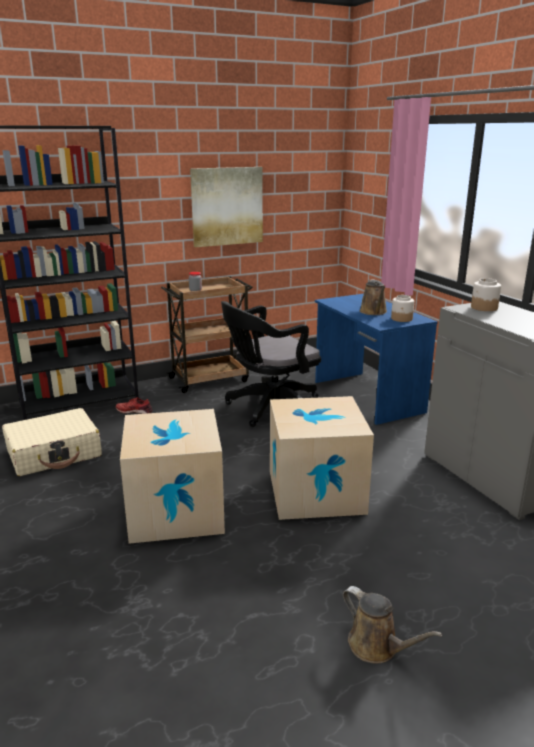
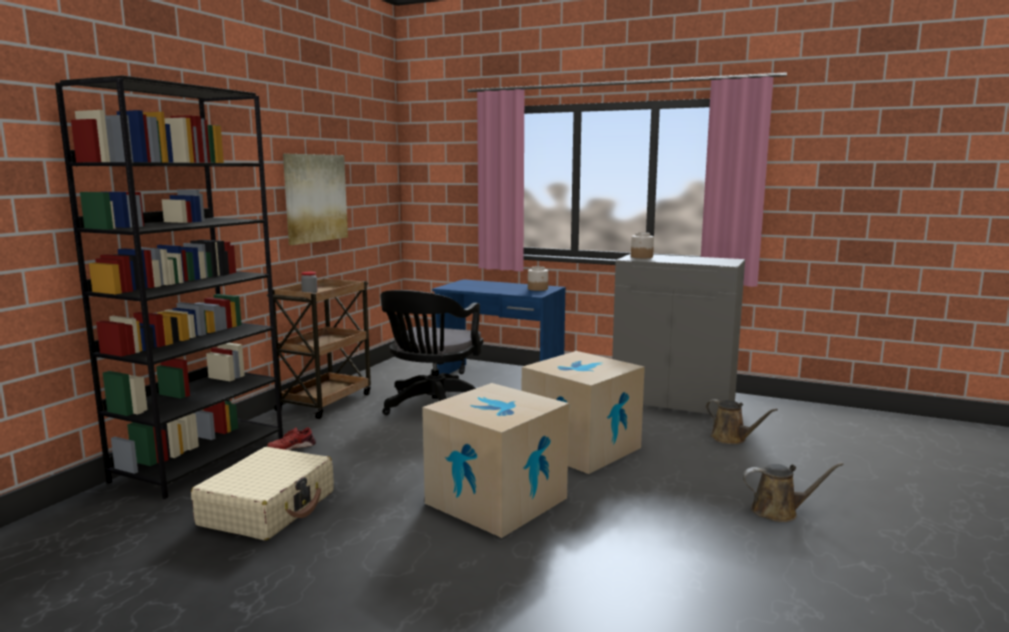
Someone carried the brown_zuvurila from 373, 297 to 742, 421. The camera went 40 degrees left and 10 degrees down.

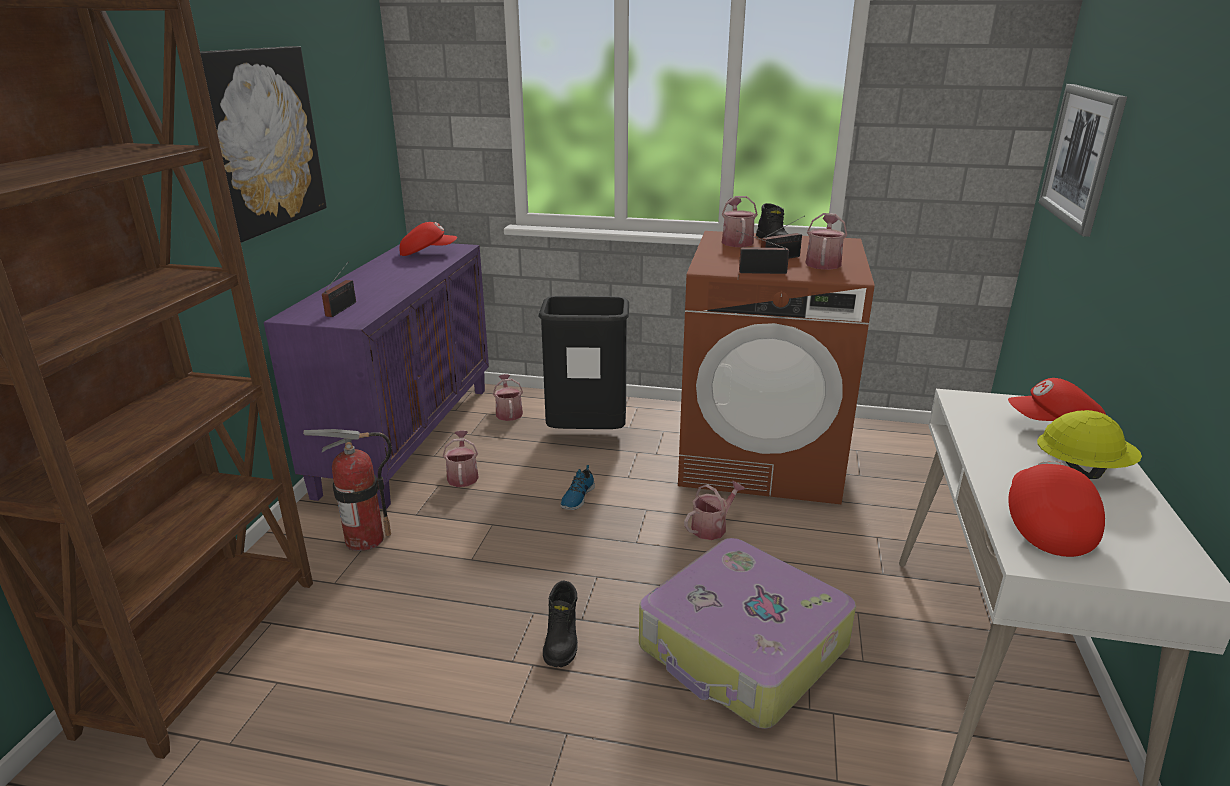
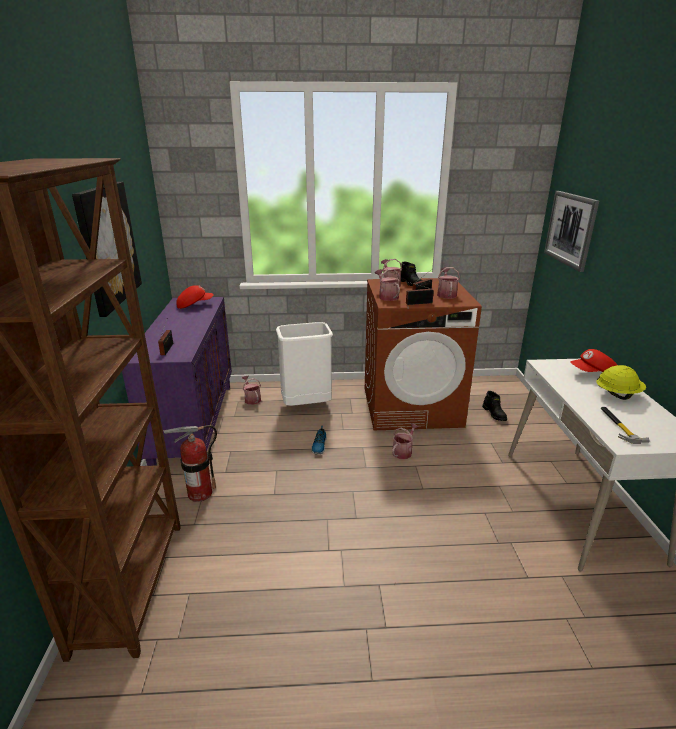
Someone took away the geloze at 747, 633. Someone carried the zuvurila from 461, 458 to 387, 285. Someone carried the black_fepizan from 560, 624 to 494, 406. Someone swapped the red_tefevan at 1056, 509 for the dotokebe at 625, 425. Someone repainted the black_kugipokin at 583, 362, which became the white_kugipokin at 304, 364. The camera went 15 degrees left and 0 degrees up.

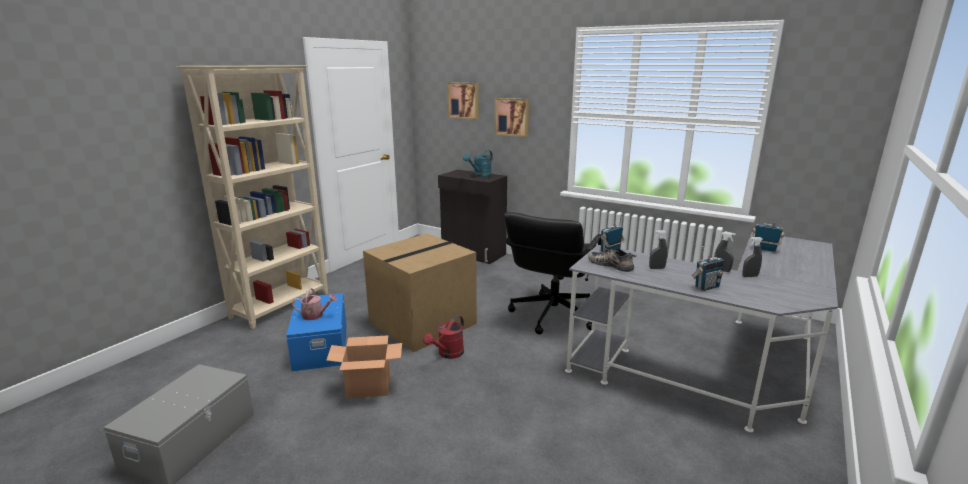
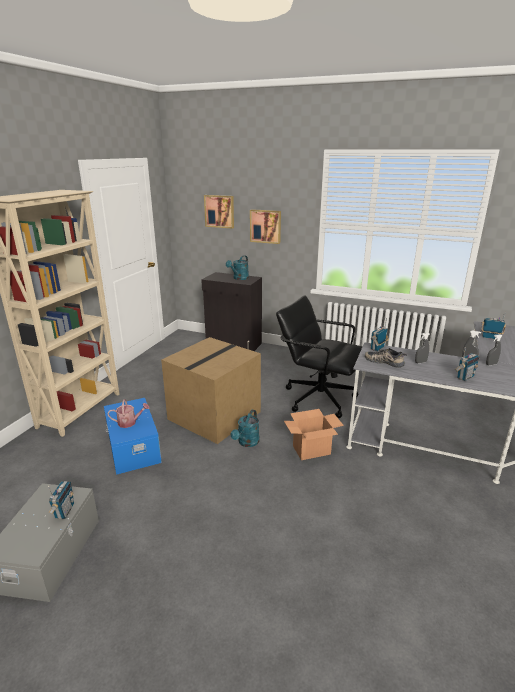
Someone put down the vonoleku at 61, 500. Someone carried the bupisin from 364, 366 to 314, 434. Someone repainted the red_zuvurila at 443, 337, which became the turquoise_zuvurila at 245, 428. Someone rotated the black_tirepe at 552, 273 by 105 degrees clockwise. The camera went 10 degrees left and 5 degrees up.

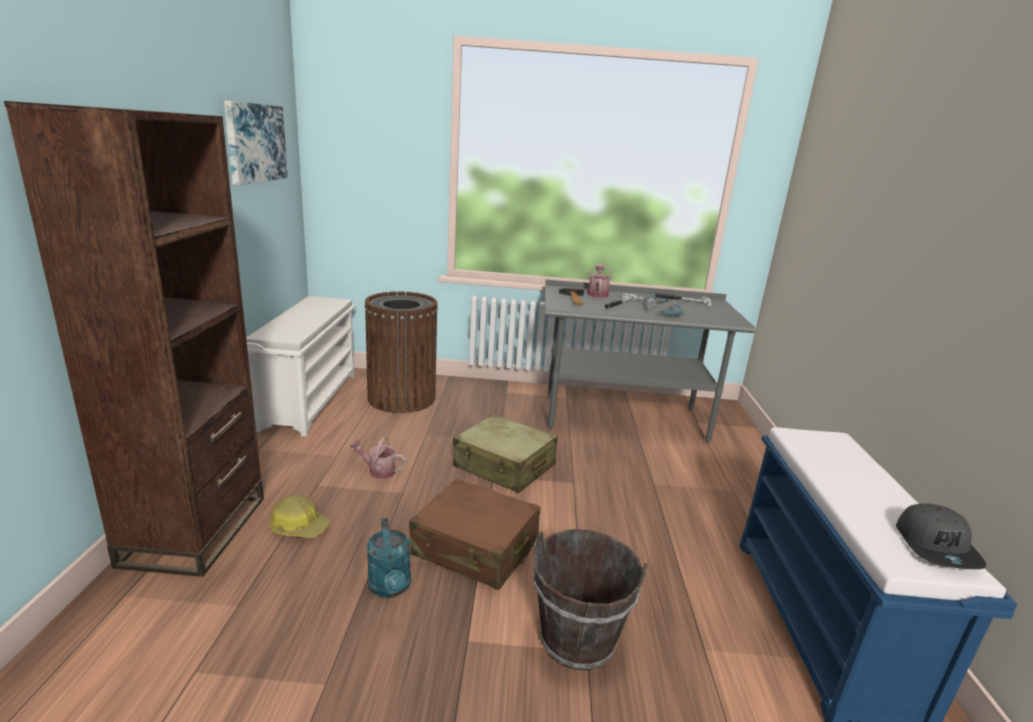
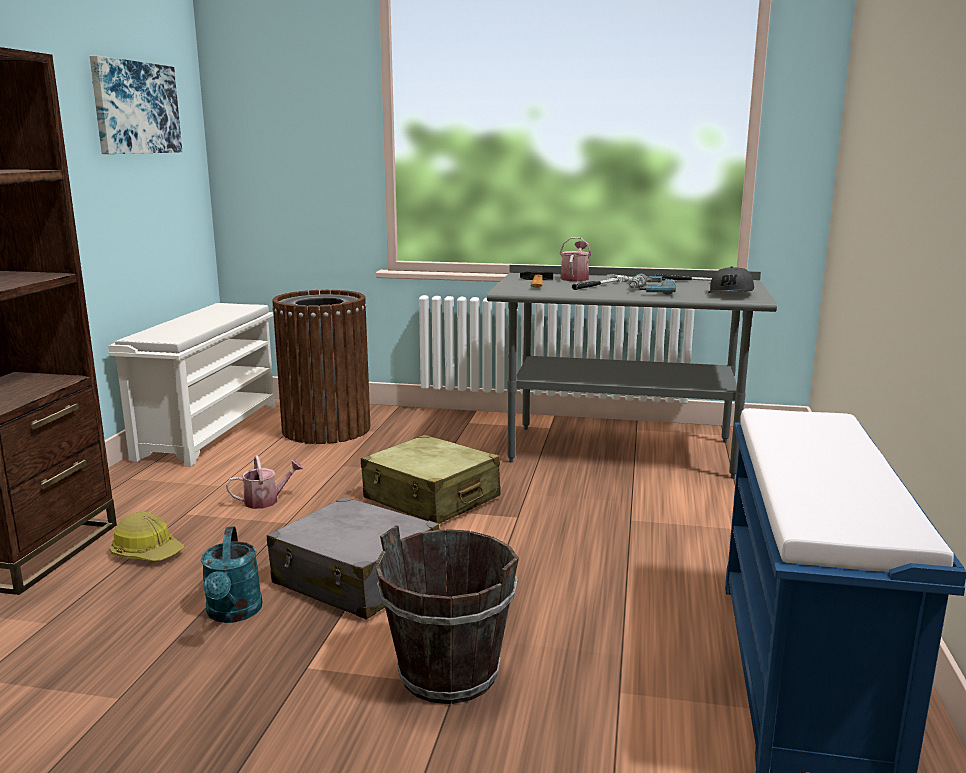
Someone carried the grey_tefevan from 941, 536 to 731, 279. Someone repainted the brown_geloze at 474, 534, which became the grey_geloze at 353, 558. Someone rotated the zuvurila at 378, 458 by 135 degrees clockwise. The camera went 10 degrees right and 5 degrees down.

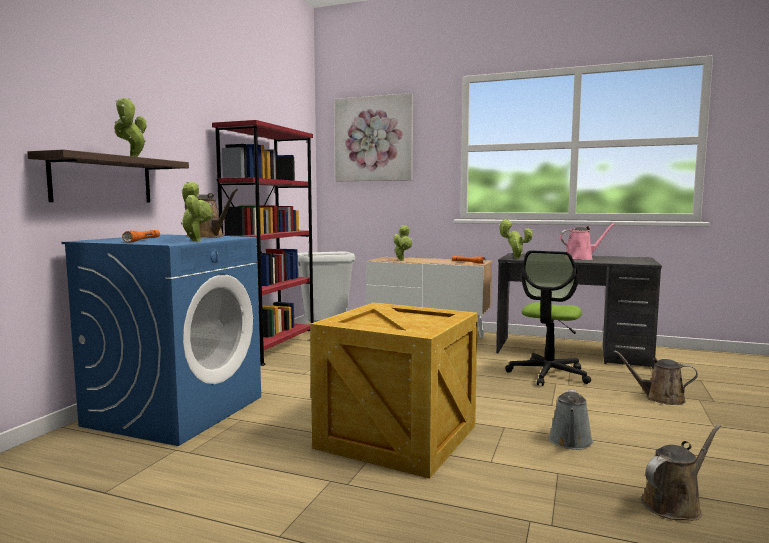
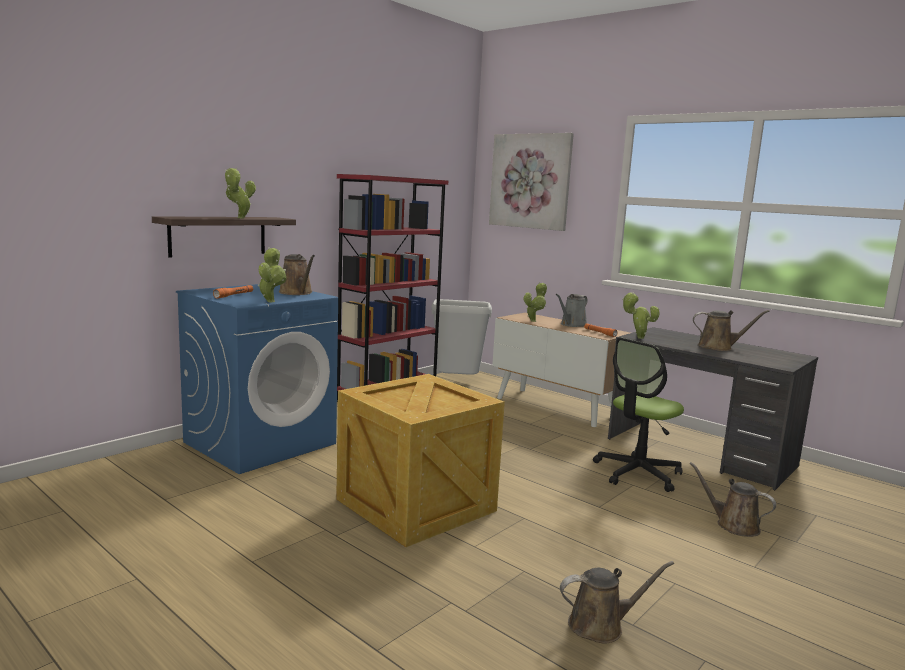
Someone carried the grey_zuvurila from 571, 420 to 572, 310. Someone repainted the pink_zuvurila at 588, 241, which became the brown_zuvurila at 731, 330. The camera went 20 degrees right and 5 degrees up.

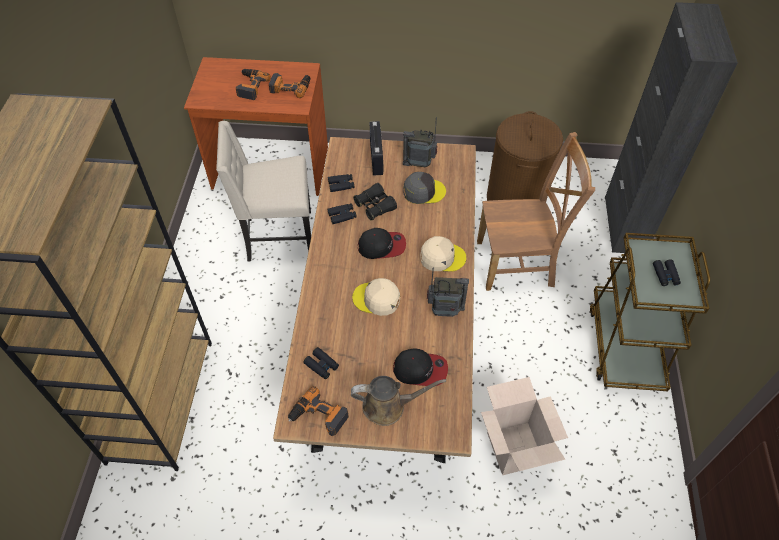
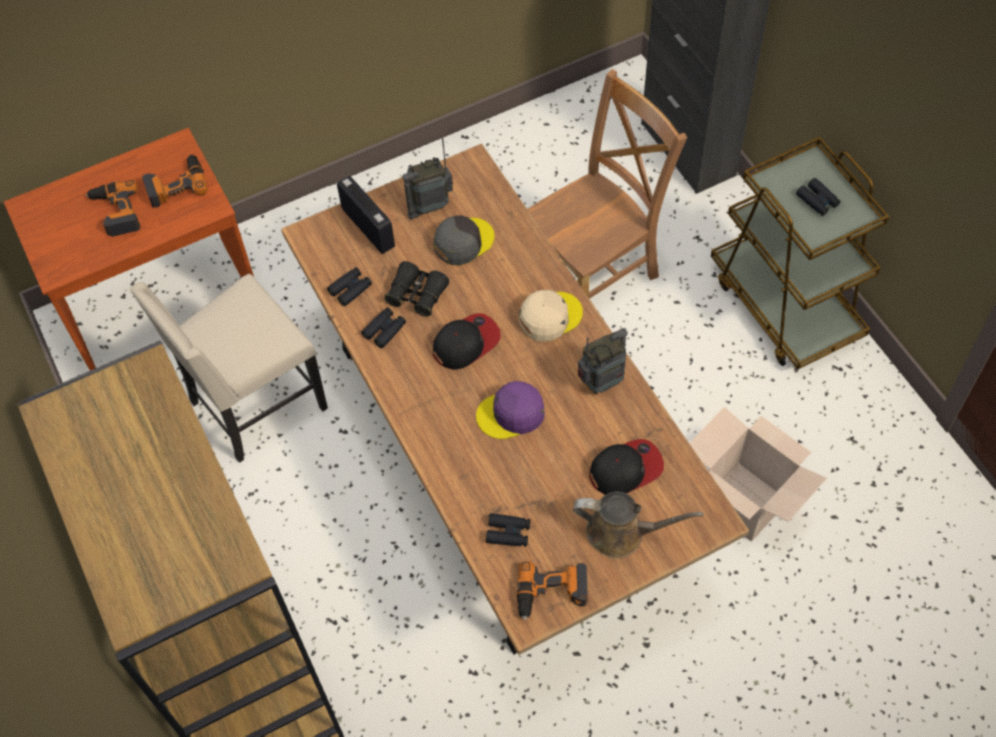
Someone took away the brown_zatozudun at 525, 156. Someone repainted the beige_tefevan at 376, 297, which became the purple_tefevan at 510, 410. Someone rotated the brown_zuvurila at 398, 401 by 45 degrees clockwise. The camera went 30 degrees left and 5 degrees up.

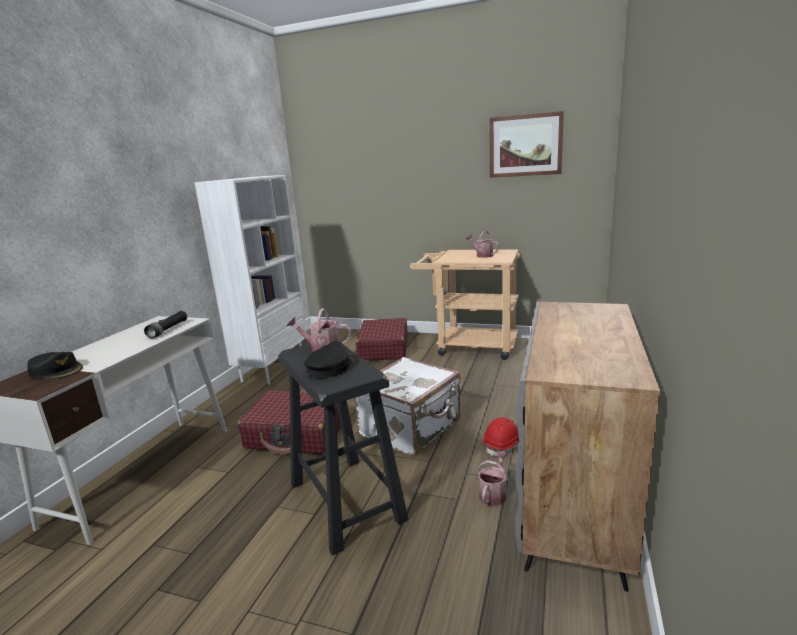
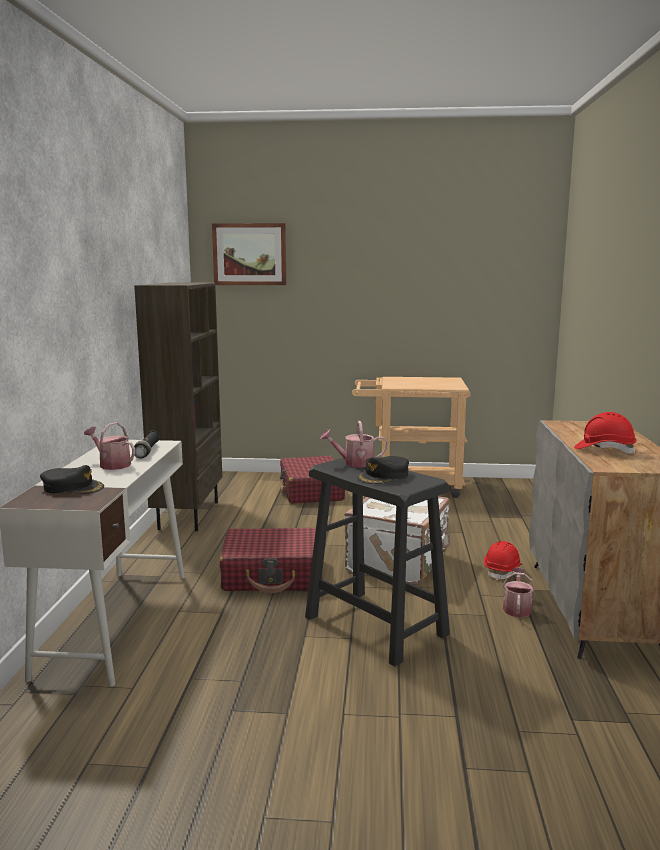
Someone put down the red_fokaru at 605, 432. Someone carried the zuvurila from 482, 244 to 109, 446. Someone carried the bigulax from 526, 144 to 249, 254. Someone repainted the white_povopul at 250, 280, which became the brown_povopul at 178, 406. Someone rotated the black_tefevan at 330, 359 by 150 degrees counterclockwise. The camera went 15 degrees left and 5 degrees down.

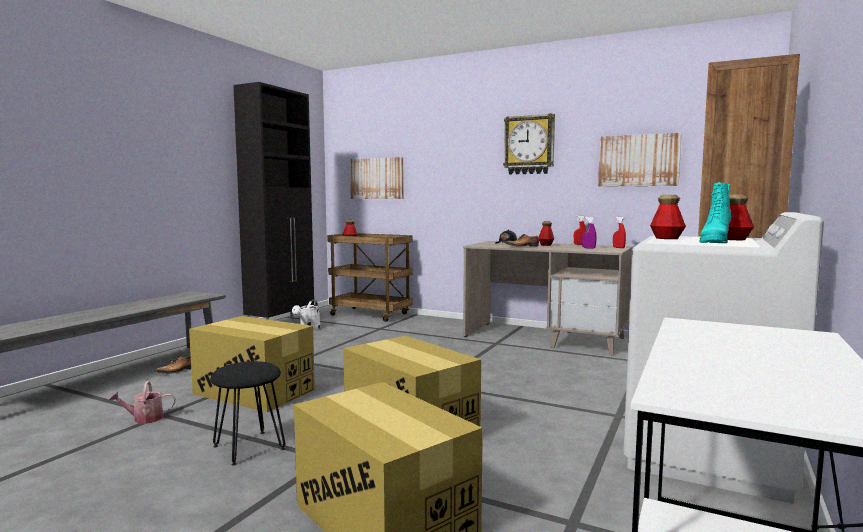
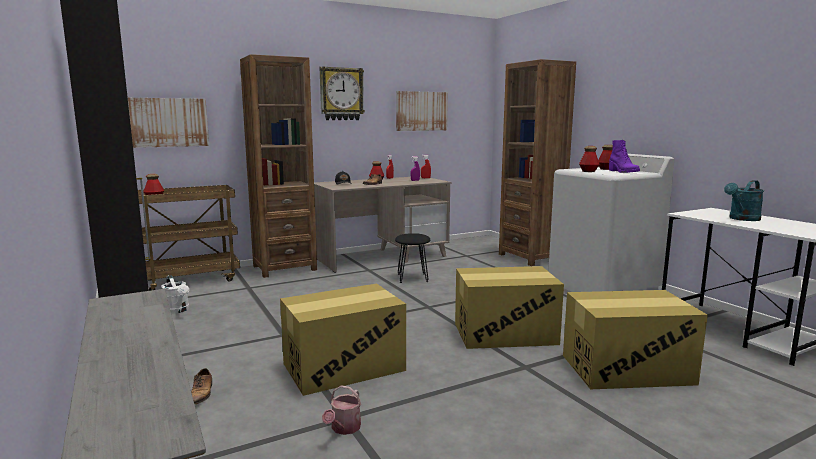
Someone put down the brown_povopul at 278, 166. Someone put down the turquoise_zuvurila at 744, 200. Someone carried the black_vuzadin from 248, 413 to 412, 258. Someone repainted the turquoise_fepizan at 715, 212, which became the purple_fepizan at 624, 156. The camera went 55 degrees left and 5 degrees up.

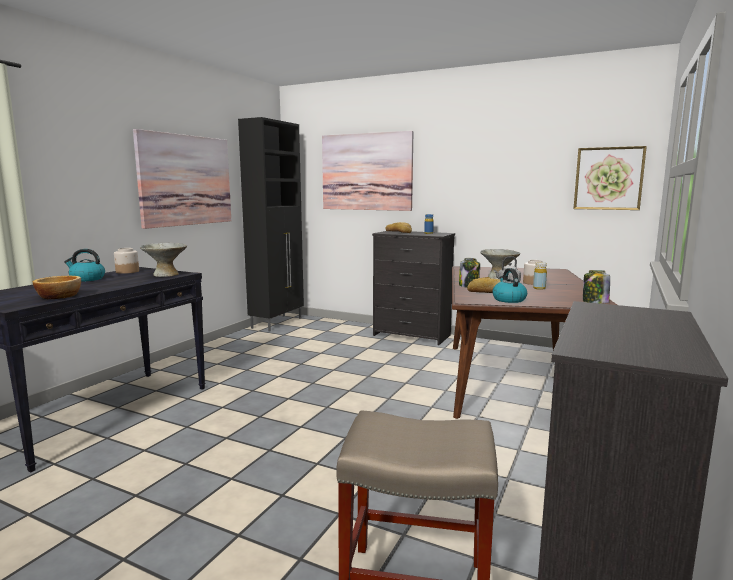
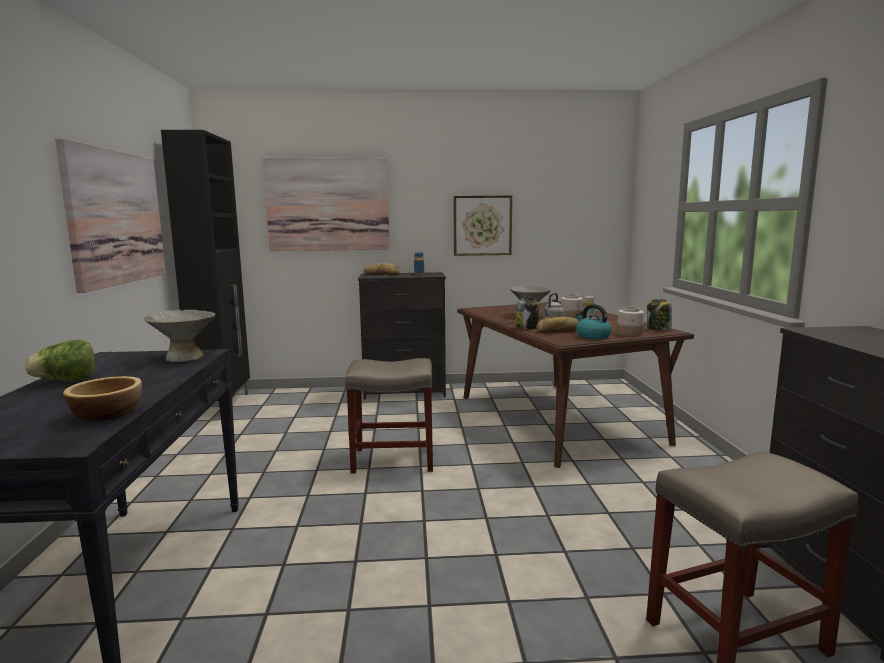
Someone put down the beige_vuzadin at 389, 416. Someone carried the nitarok from 126, 261 to 630, 321. Someone carried the bigulax from 610, 178 to 482, 225. Someone swapped the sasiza at 84, 265 for the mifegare at 60, 360. The camera went 30 degrees left and 0 degrees up.

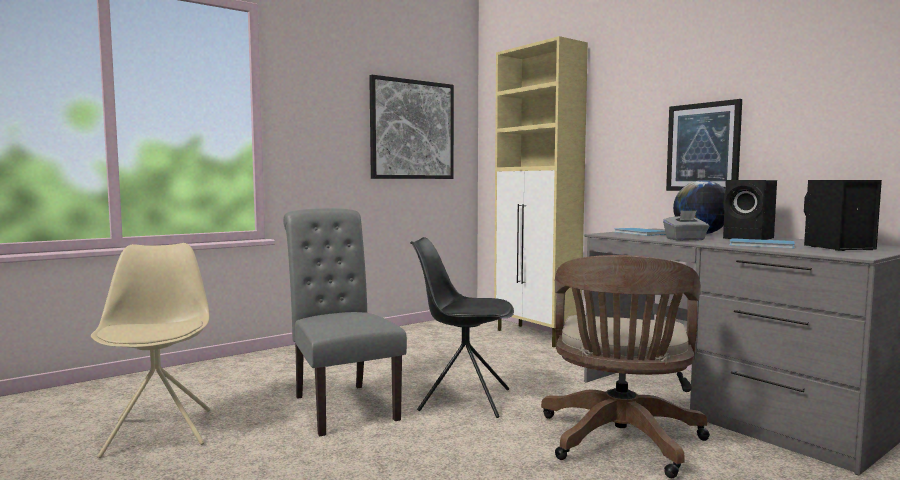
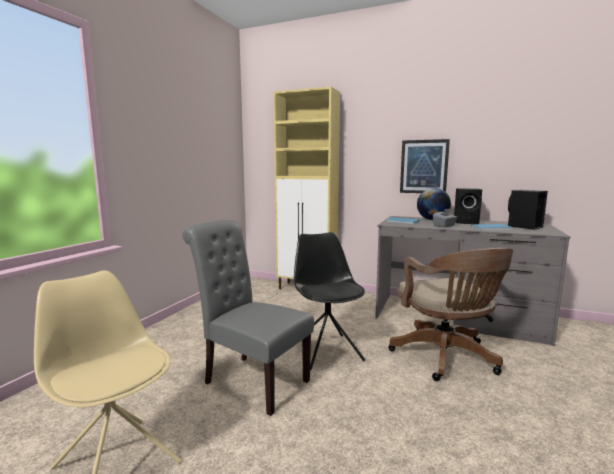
Someone took away the bigulax at 411, 127. Someone rotated the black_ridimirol at 462, 327 by 90 degrees clockwise. The camera went 30 degrees left and 5 degrees up.

